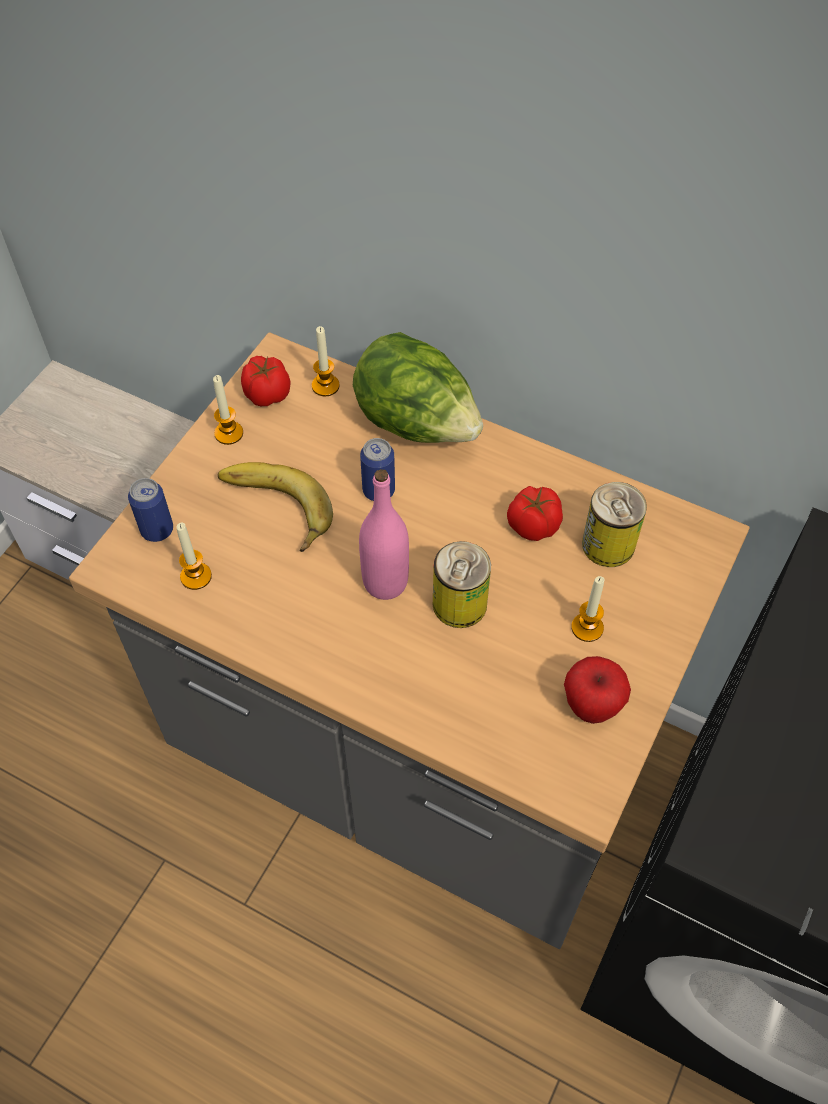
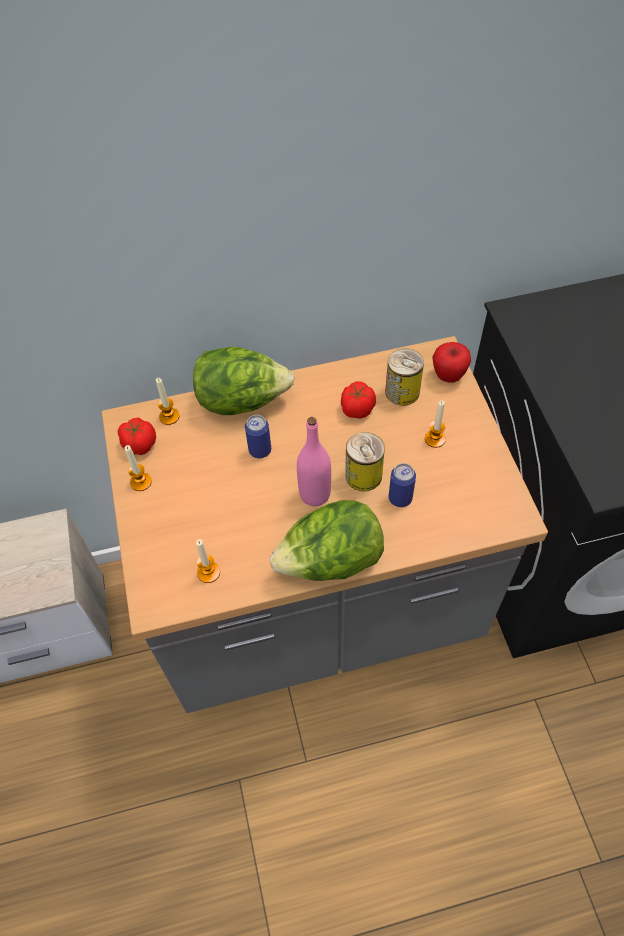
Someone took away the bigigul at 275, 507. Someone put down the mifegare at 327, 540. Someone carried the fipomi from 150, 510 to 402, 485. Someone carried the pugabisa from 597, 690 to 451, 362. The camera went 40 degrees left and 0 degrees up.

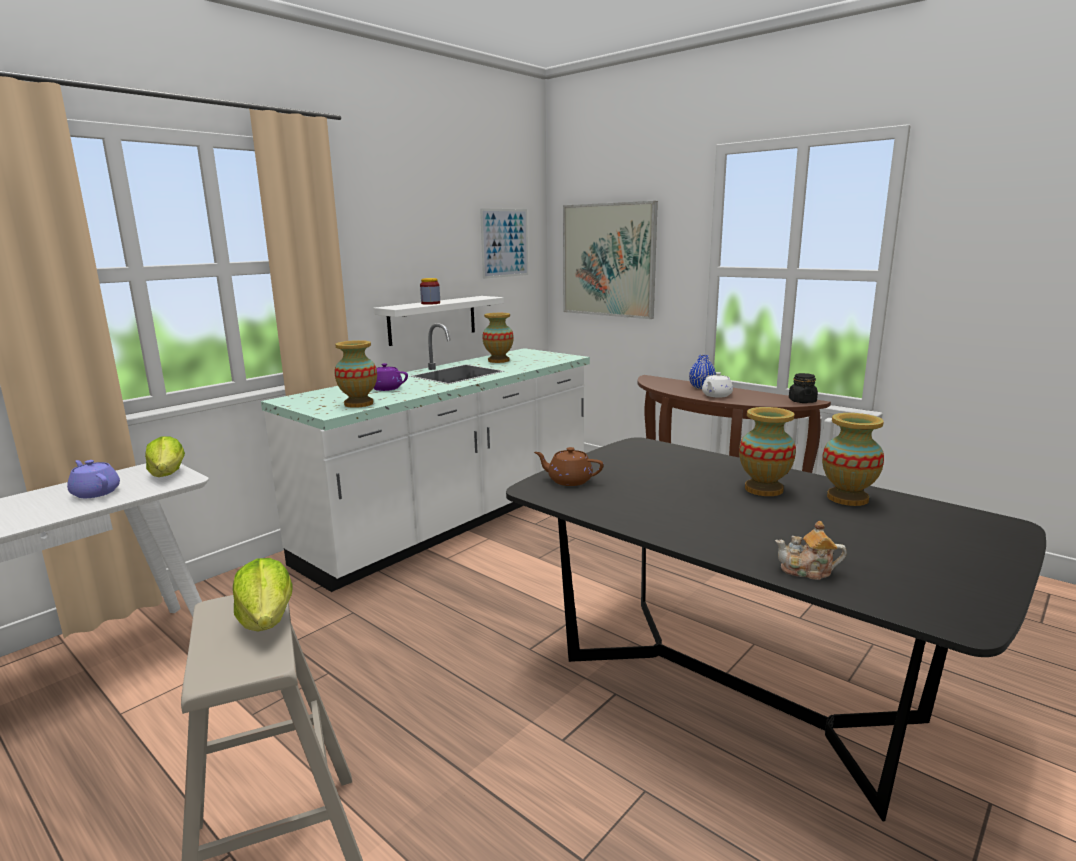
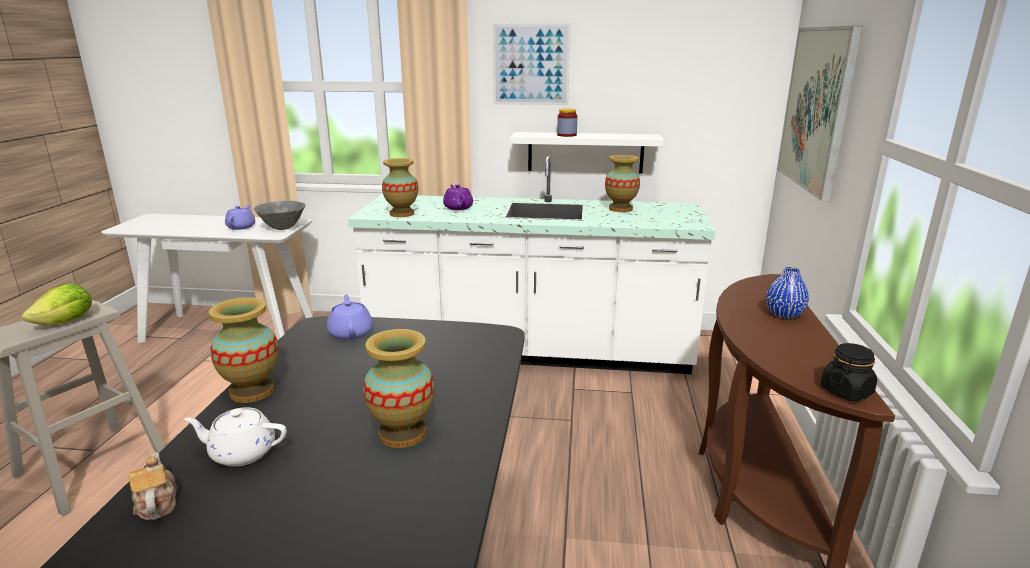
Someone carried the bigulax from 504, 243 to 532, 64. Someone carried the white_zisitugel from 717, 385 to 235, 437. Someone carried the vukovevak from 853, 459 to 244, 350. Someone swapped the mifegare at 165, 456 for the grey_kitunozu at 280, 215. Someone repainted the brown_zisitugel at 569, 466, which became the purple_zisitugel at 350, 317. The camera went 55 degrees right and 5 degrees up.

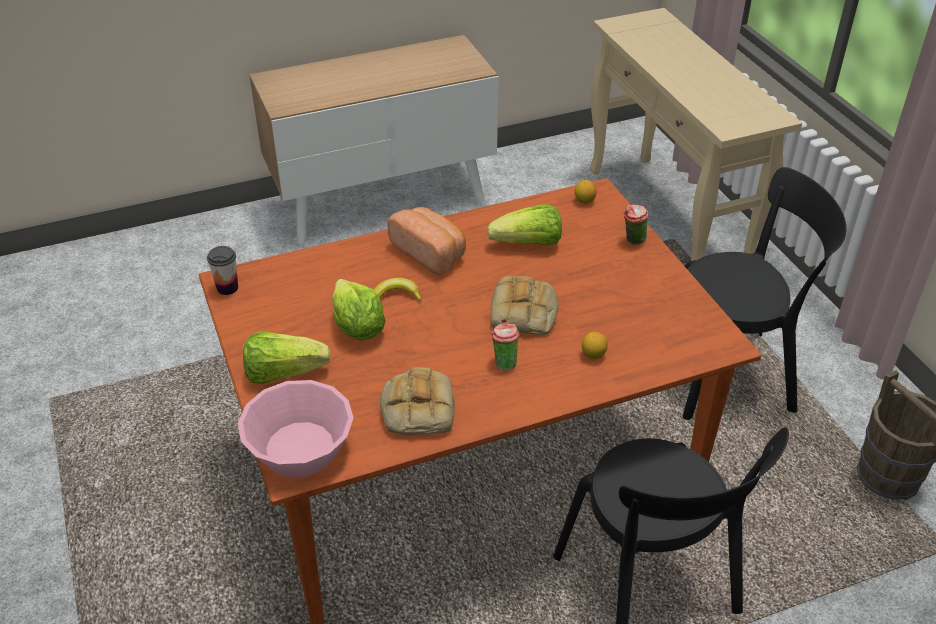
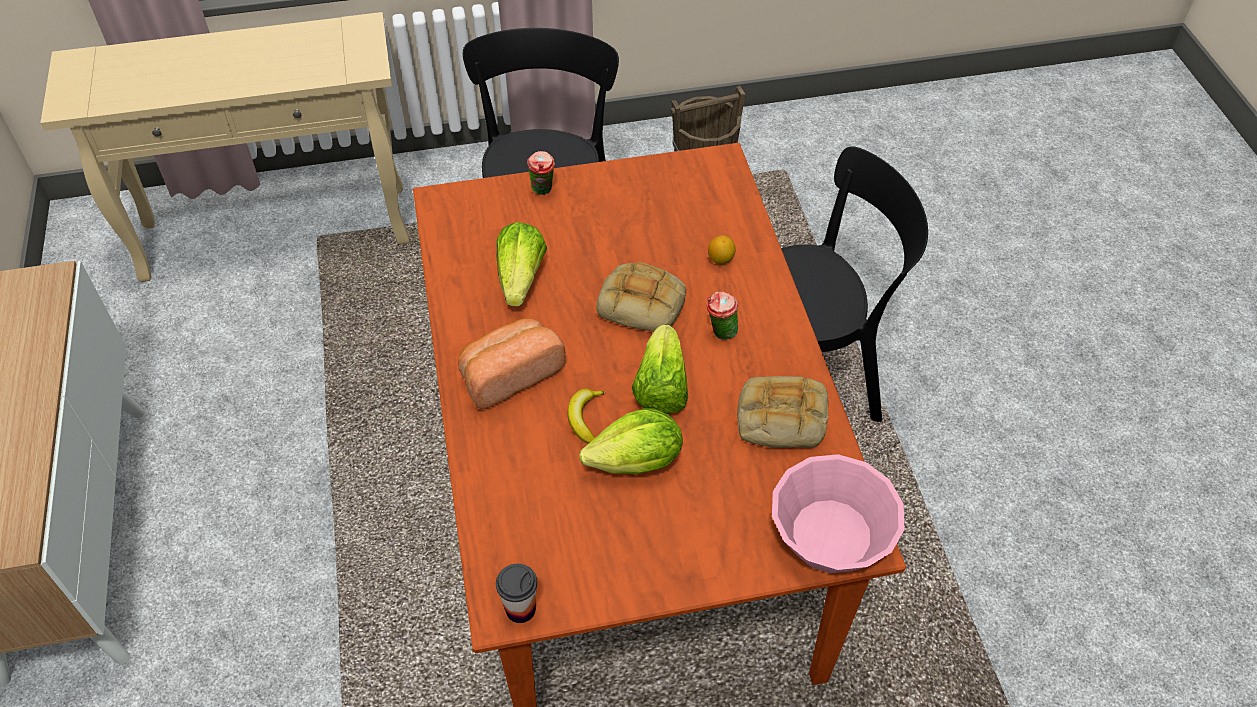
Someone took away the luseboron at 585, 192. Someone carried the mifegare from 287, 357 to 660, 369. The camera went 80 degrees left and 10 degrees up.

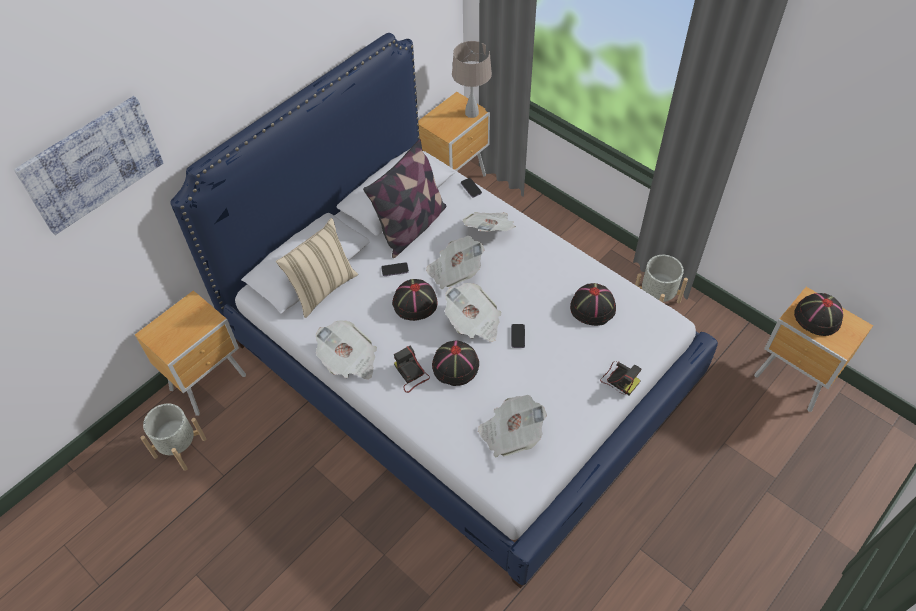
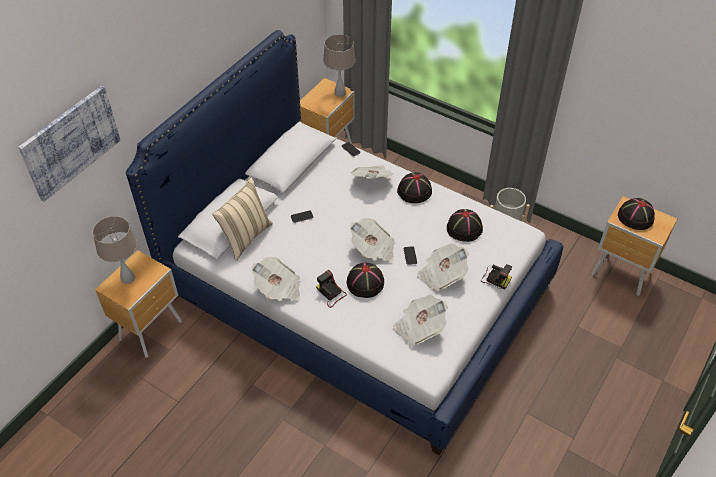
Someone took away the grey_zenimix at 173, 437. Someone took away the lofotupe at 404, 198. Someone put down the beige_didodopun at 114, 250. Someone carried the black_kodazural from 414, 300 to 414, 188. Someone carried the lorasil from 455, 262 to 443, 267. The camera went 10 degrees left and 5 degrees down.

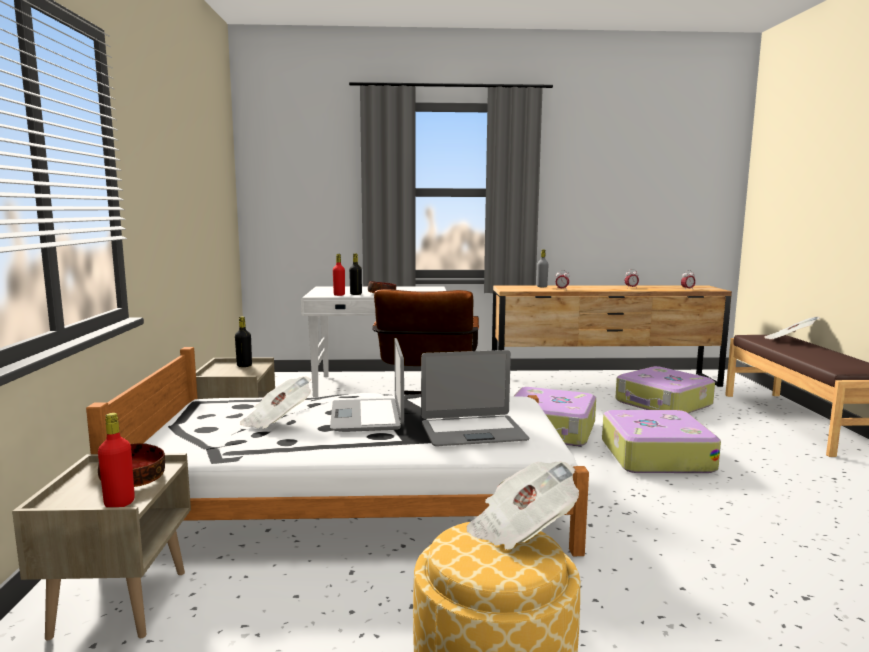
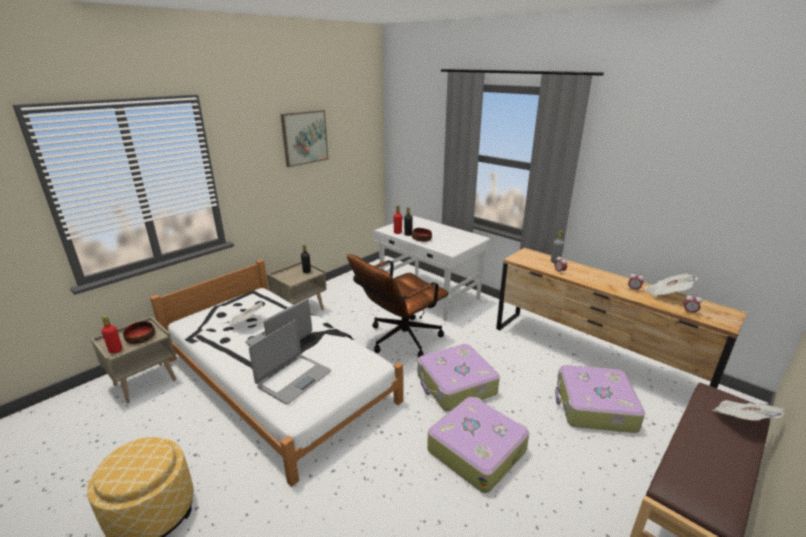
Someone put up the bigulax at 305, 138. Someone carried the lorasil from 523, 506 to 671, 285. Someone rotated the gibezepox at 475, 398 by 90 degrees counterclockwise. The camera went 45 degrees right and 15 degrees up.

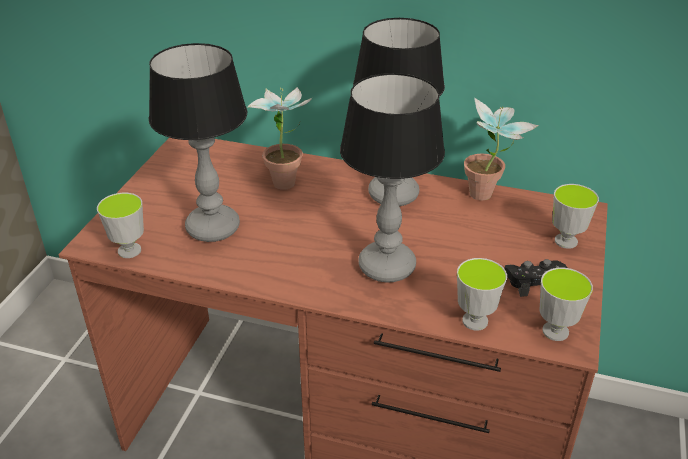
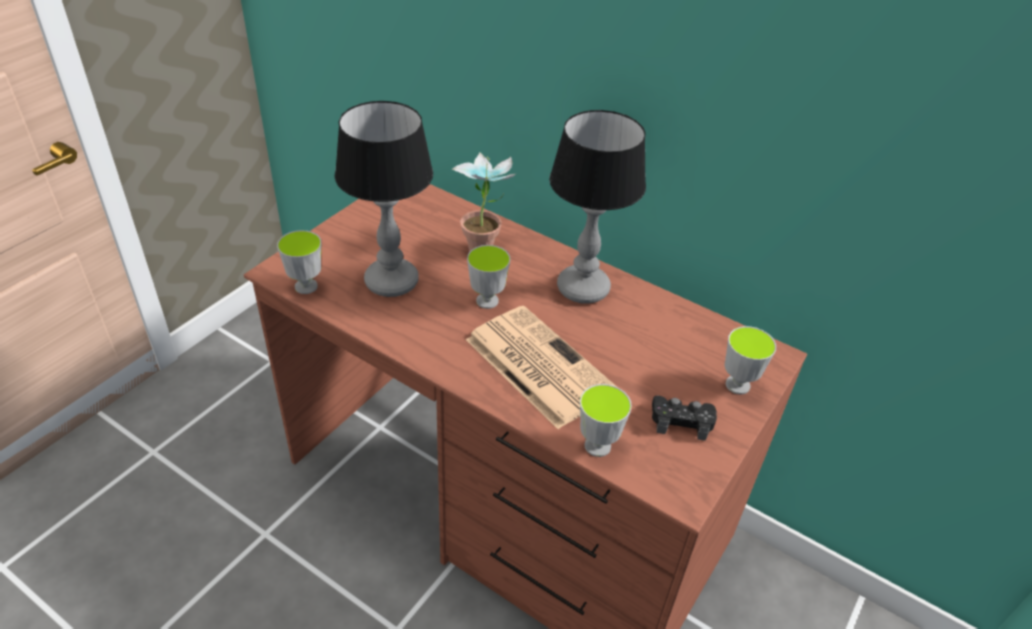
Someone took away the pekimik at 501, 148. Someone carried the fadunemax from 566, 304 to 489, 277. Someone swapped the didodopun at 392, 177 for the lorasil at 541, 367. The camera went 15 degrees right and 5 degrees up.

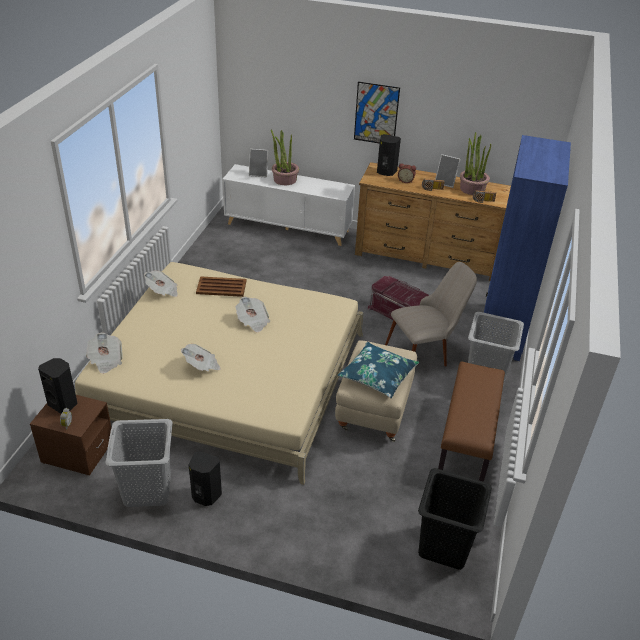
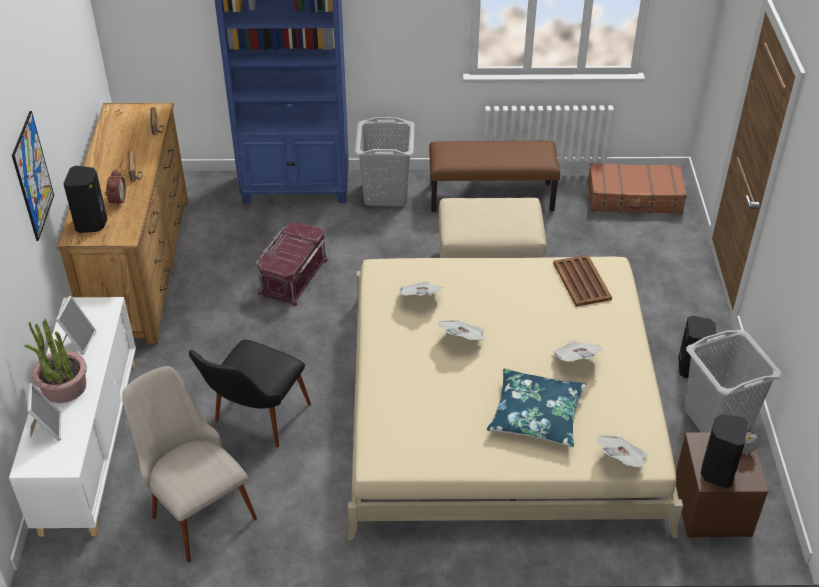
Someone took away the pekimik at 475, 163. Someone put down the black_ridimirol at 250, 393. Someone carried the lorasil from 161, 283 to 421, 288. Someone carried the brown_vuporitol from 221, 286 to 582, 281. Someone carried the blue_lofotupe from 378, 370 to 536, 408. Someone carried the beige_ridimirol from 431, 314 to 189, 464. Someone carried the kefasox from 447, 171 to 75, 325. Someone swapped the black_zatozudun at 455, 519 for the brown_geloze at 637, 188. The camera went 105 degrees left and 5 degrees up.

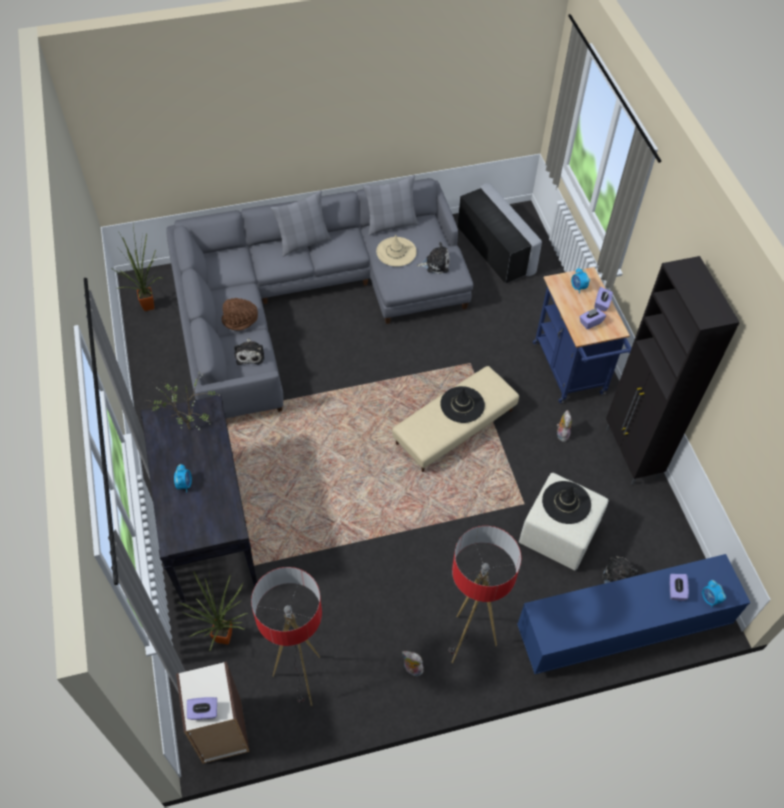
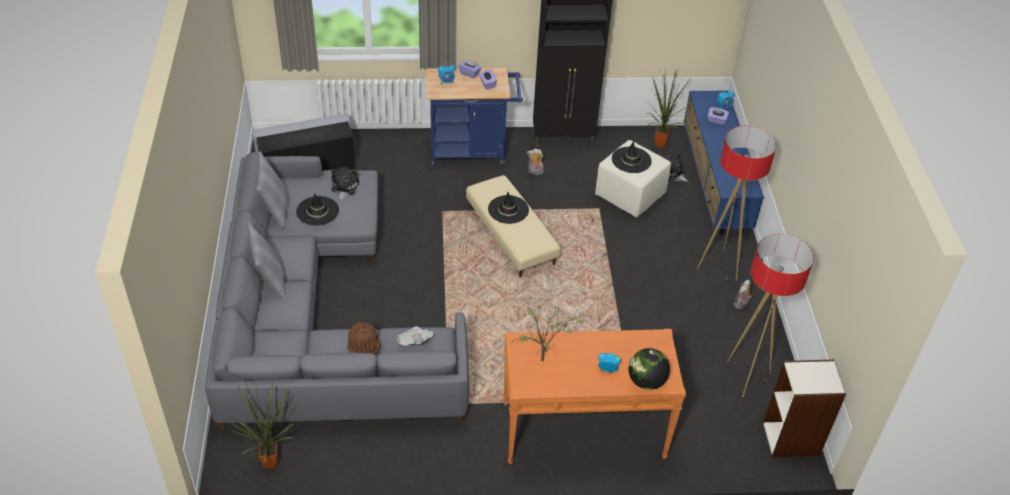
Someone took away the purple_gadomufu at 202, 708. Someone put down the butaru at 649, 369. Someone carried the pekimik from 212, 611 to 668, 107. Someone swapped the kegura at 249, 351 for the lorasil at 415, 336. Someone repainted the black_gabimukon at 198, 499, which became the orange_gabimukon at 594, 396. Someone repainted the beige_kodazural at 396, 250, which became the black_kodazural at 317, 209. The camera went 80 degrees left and 10 degrees down.

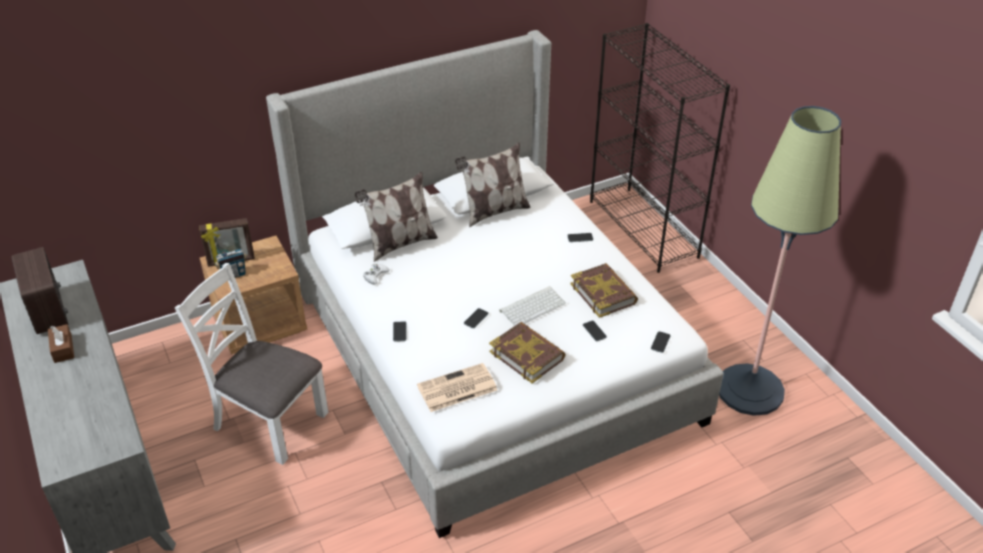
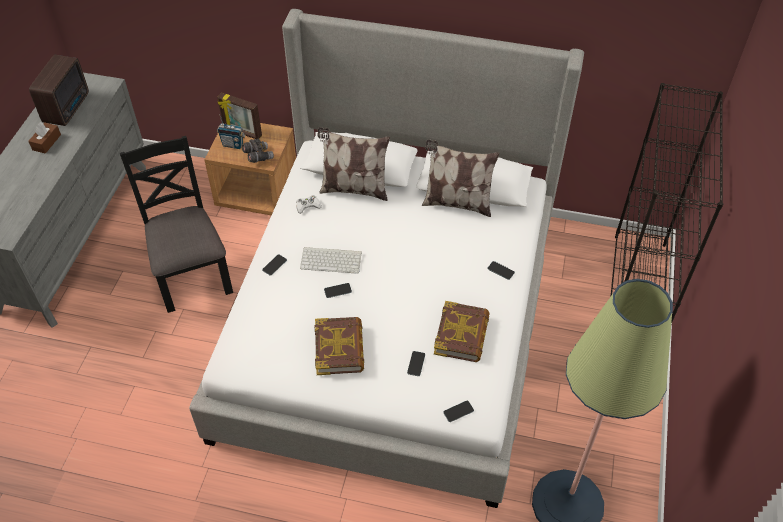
Someone took away the lorasil at 457, 387. Someone put down the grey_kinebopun at 258, 150. Someone carried the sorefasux from 533, 306 to 331, 260. Someone repainted the white_ridimirol at 251, 364, which became the black_ridimirol at 176, 224. The camera went 40 degrees right and 10 degrees up.

